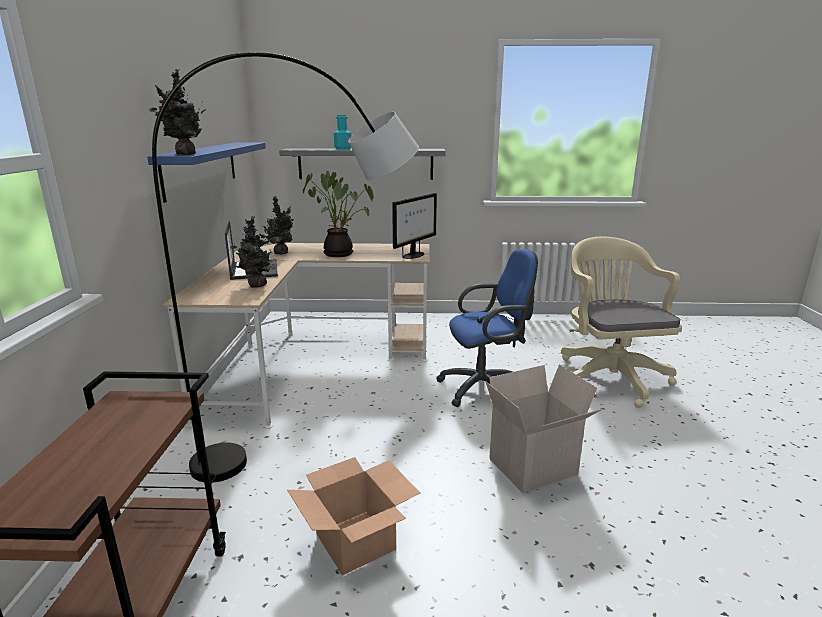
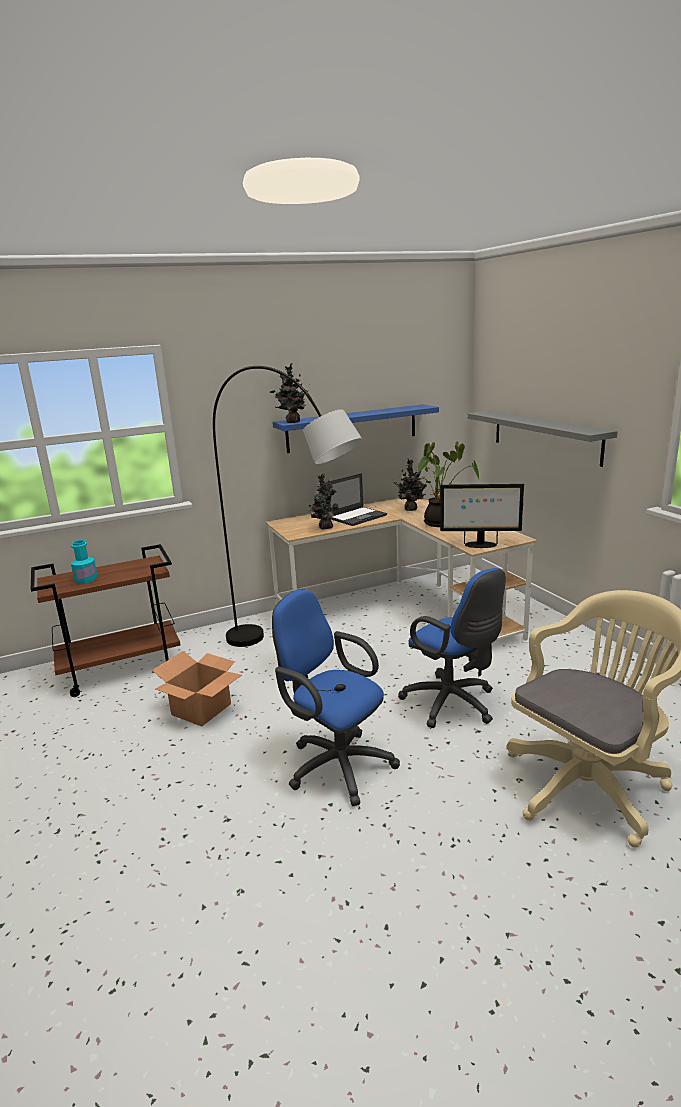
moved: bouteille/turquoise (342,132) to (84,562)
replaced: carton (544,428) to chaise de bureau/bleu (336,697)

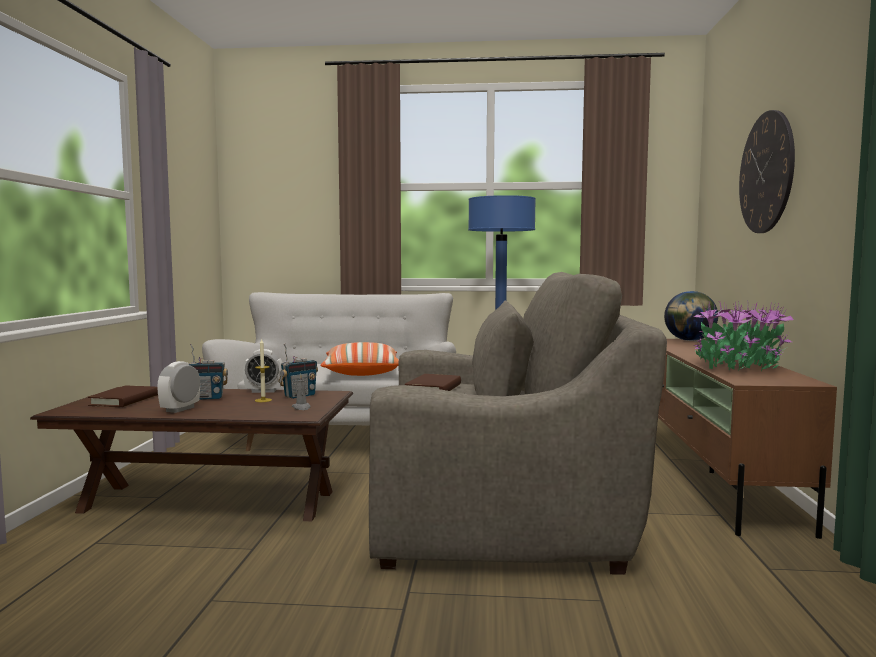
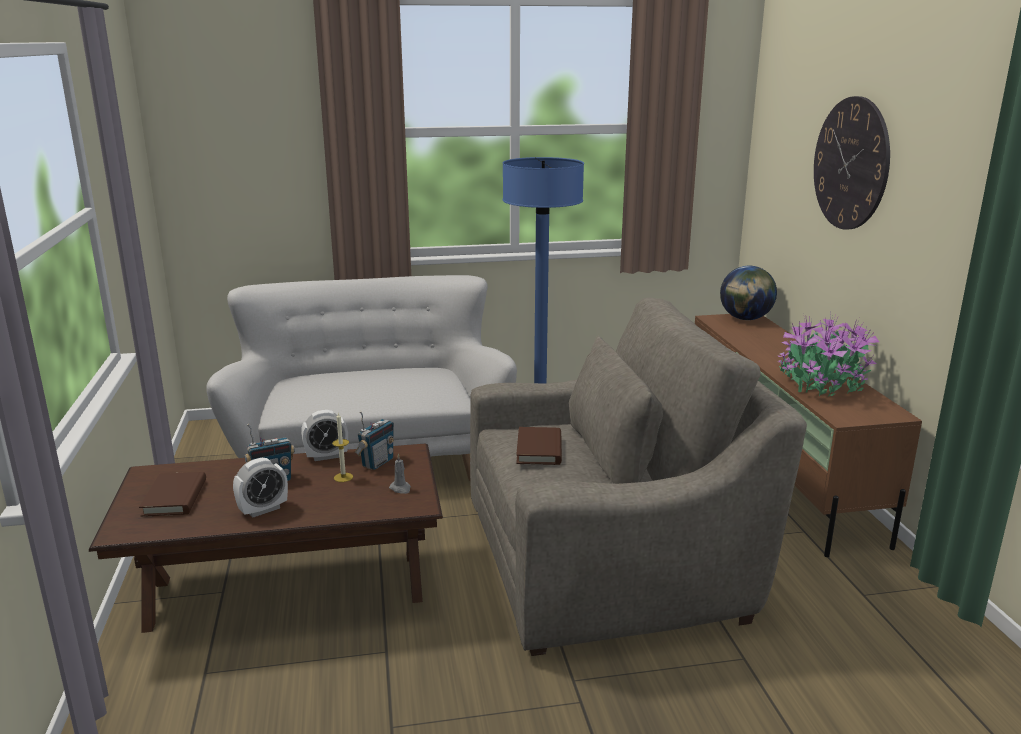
removed: coussin (360,359)
turned: réveil (178,387) = (260,488) 135 degrees counterclockwise

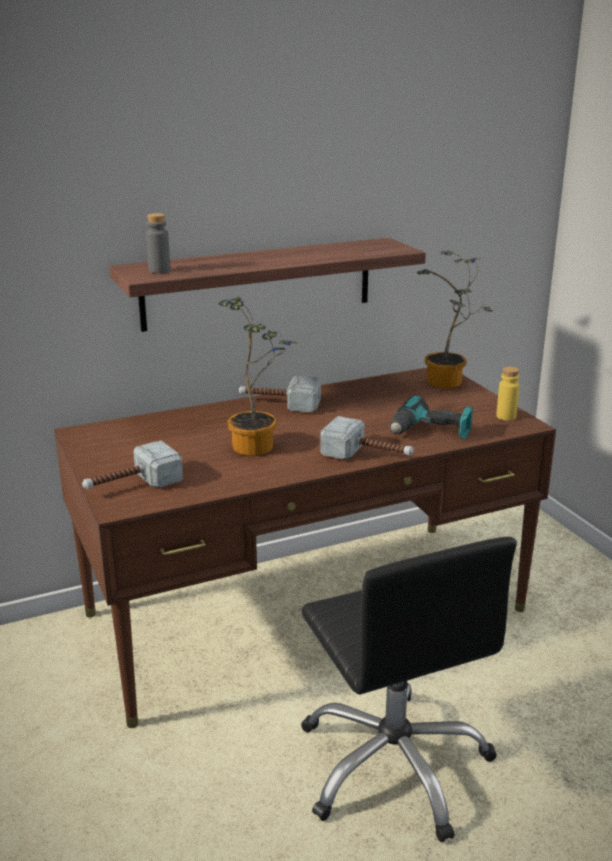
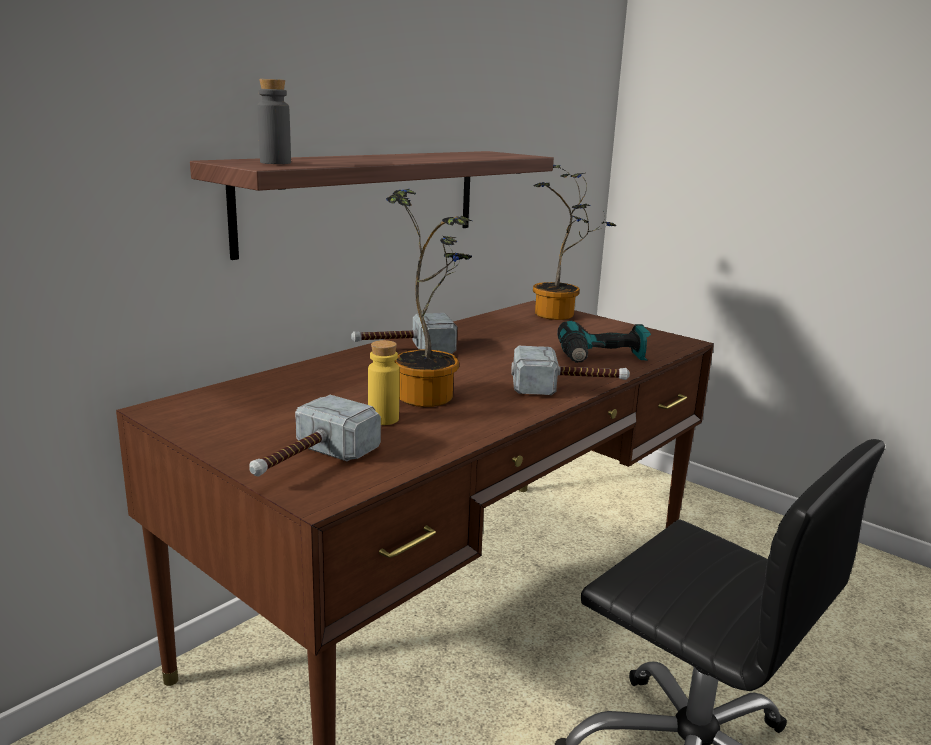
moved: bouteille/jaune (508,394) to (384,382)

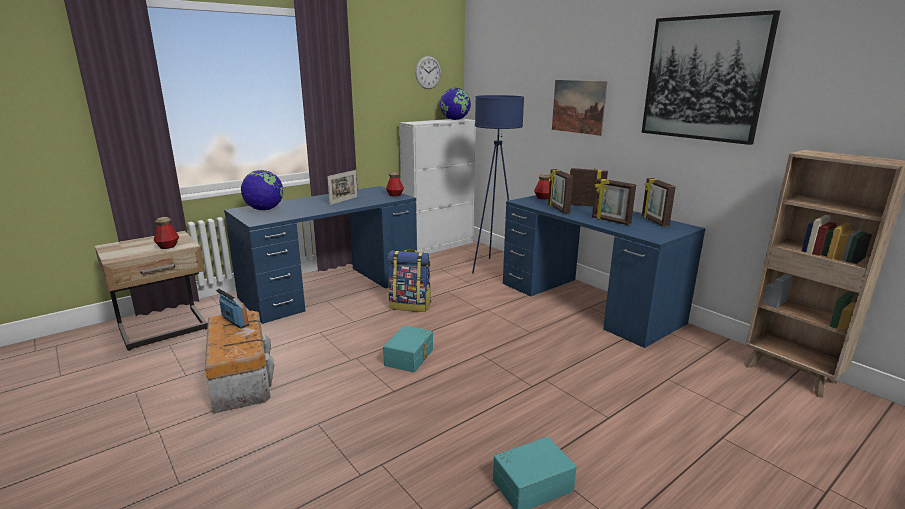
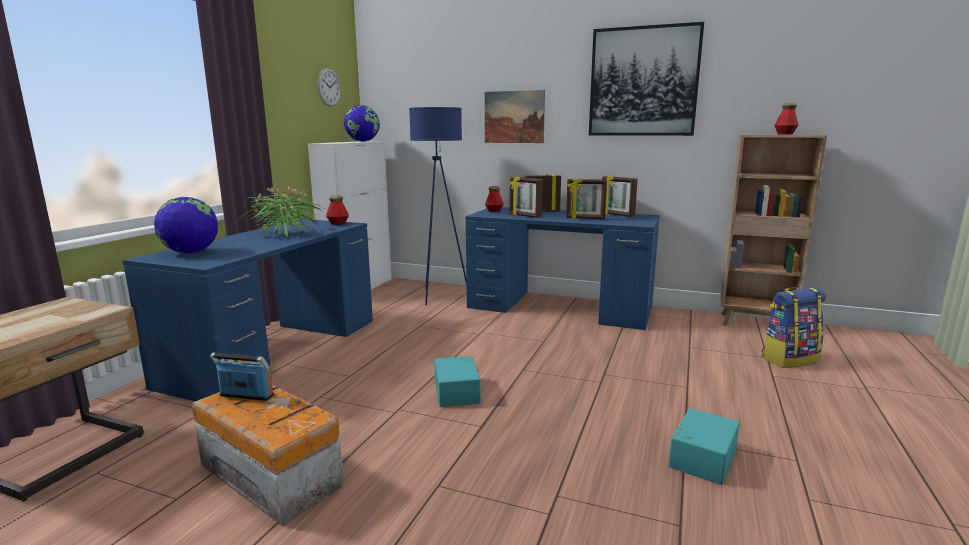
moved: bouteille (166,233) to (786,119); sac à dos (409,280) to (794,327)
replaced: cadre photo (342,187) to plante en pot (280,212)

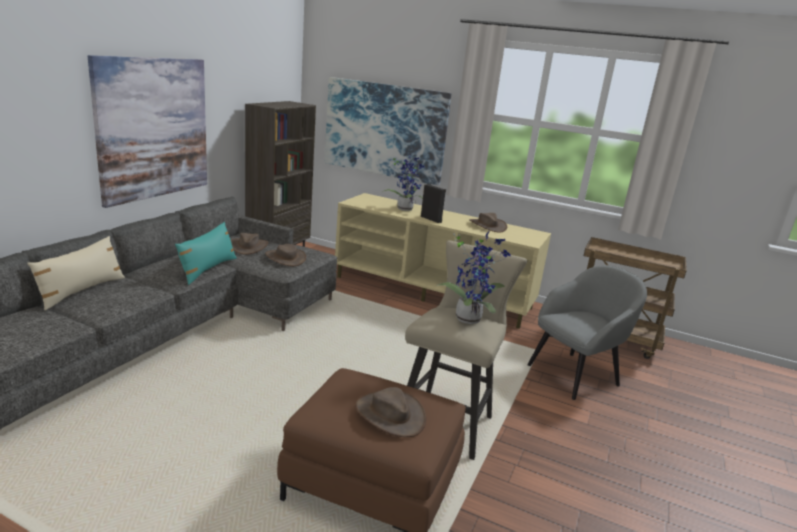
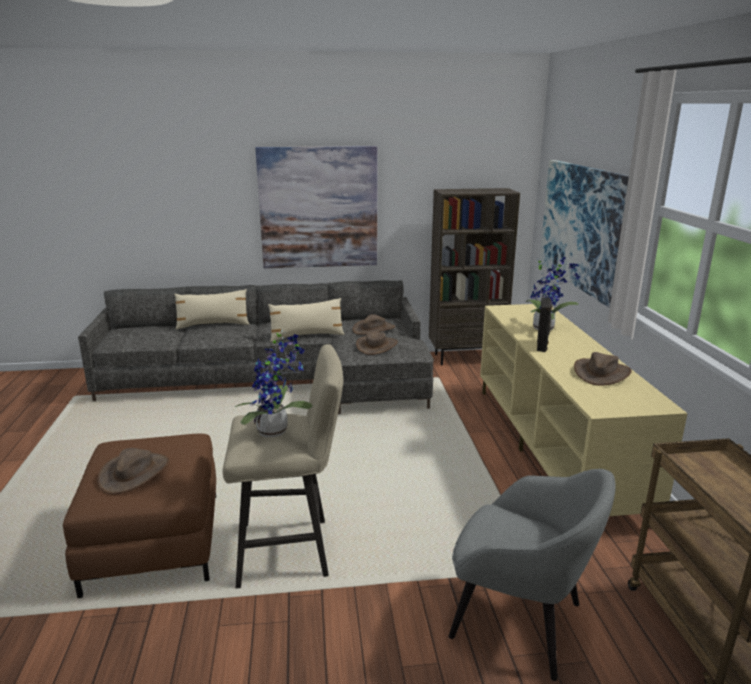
recoloured: coussin/turquoise (206,253) to coussin/beige (306,320)

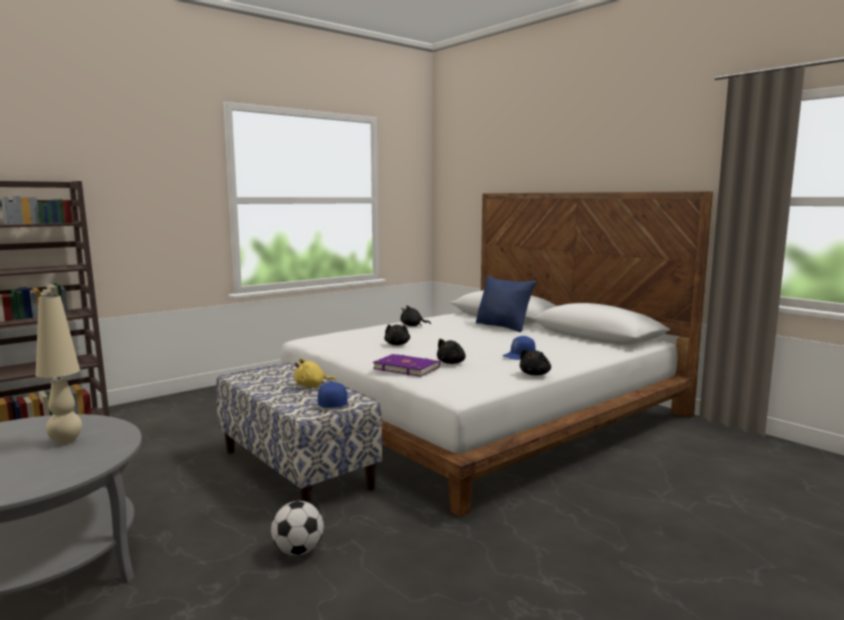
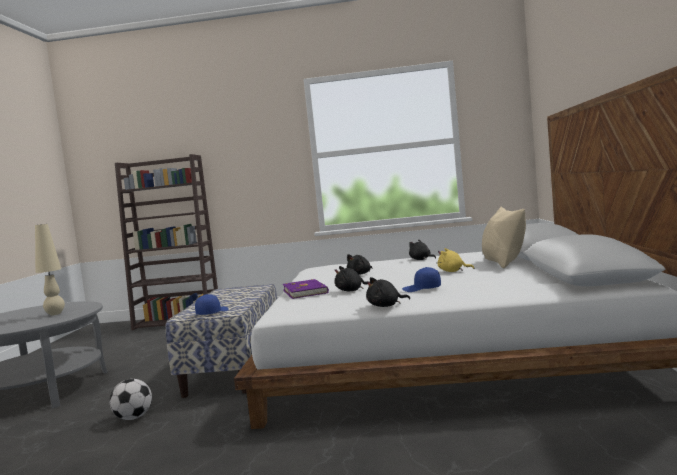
moved: peluche/jaune (315,372) to (456,260)
recoloured: coussin/bleu (506,303) to coussin/beige (504,237)

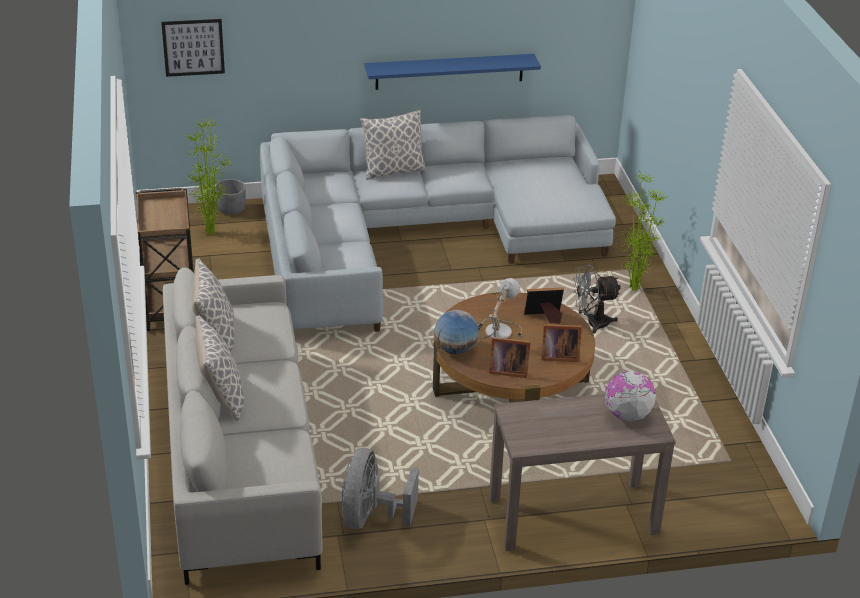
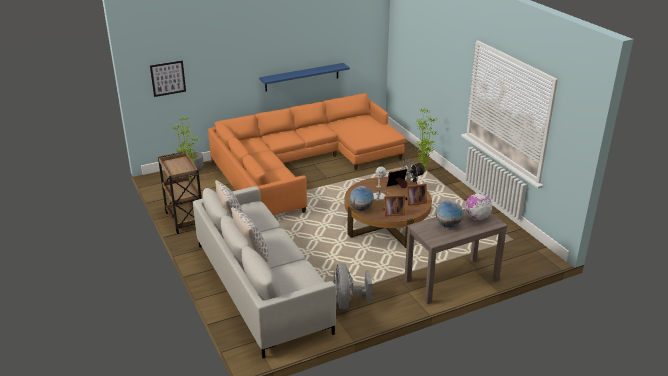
removed: coussin (393,145)
added: globe (449,214)
recoloured: canapé/gris (438,223) to canapé/orange (306,154)

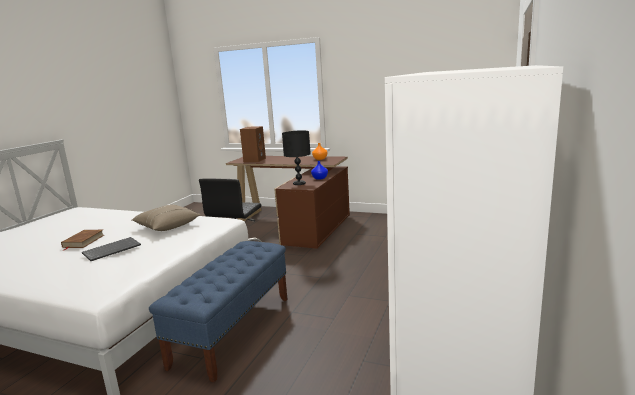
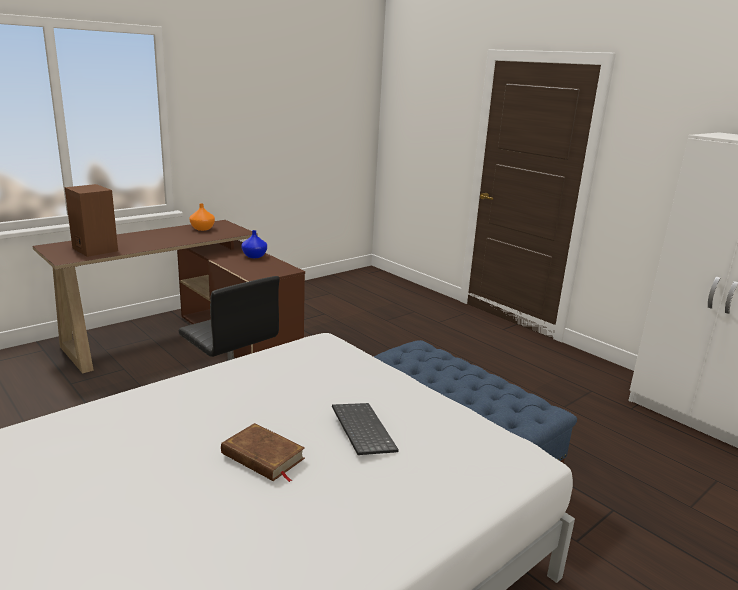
removed: coussin/beige (166,217); lampe de table/noir (296,157)

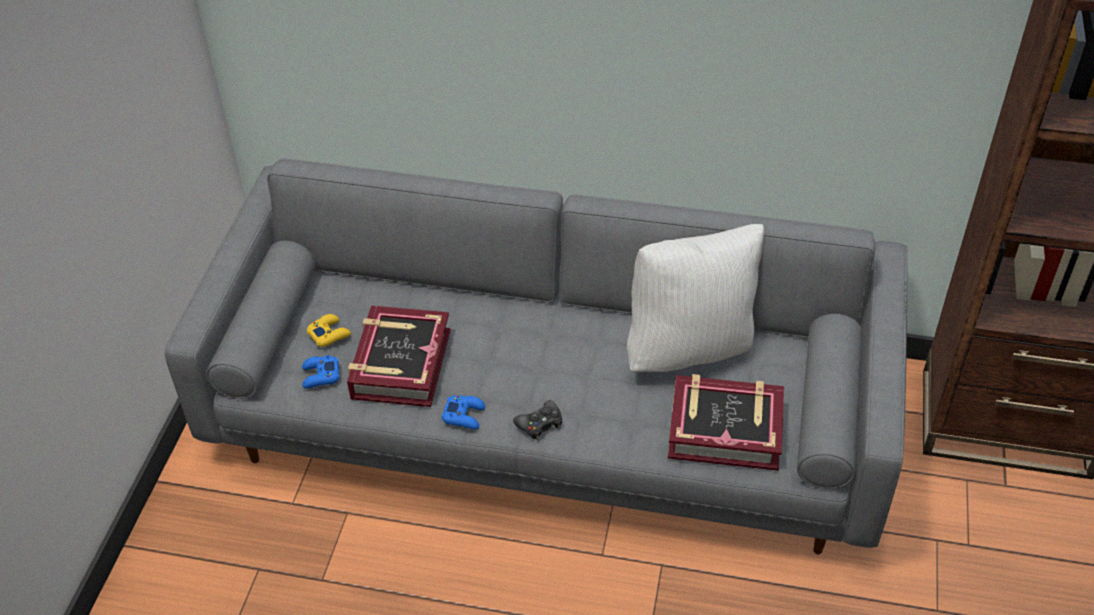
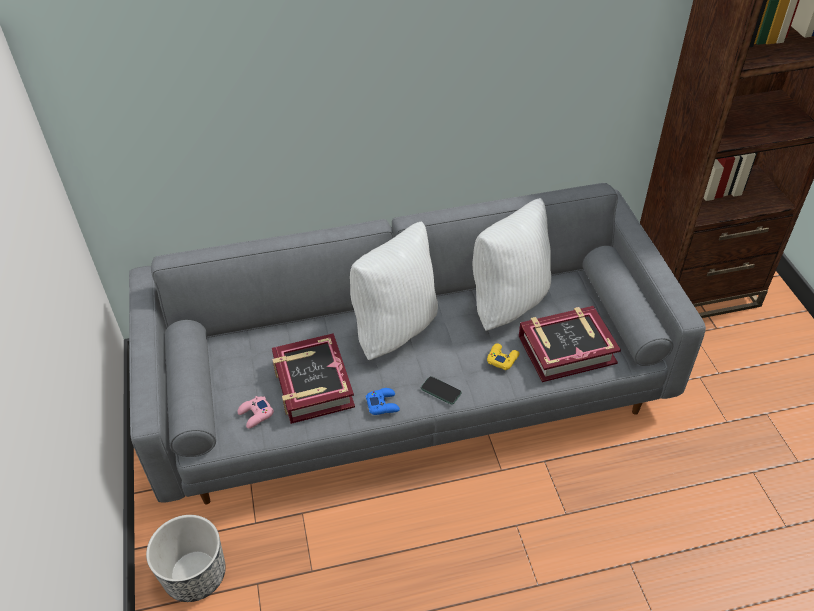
added: cache-pot (186,558); coussin/blanc (394,290)
moved: manette/jaune (328,330) to (503,356)
replaced: manette/noir (537,420) to téléphone (441,390)
recoloured: manette/bleu (321,371) to manette/rose (256,412)

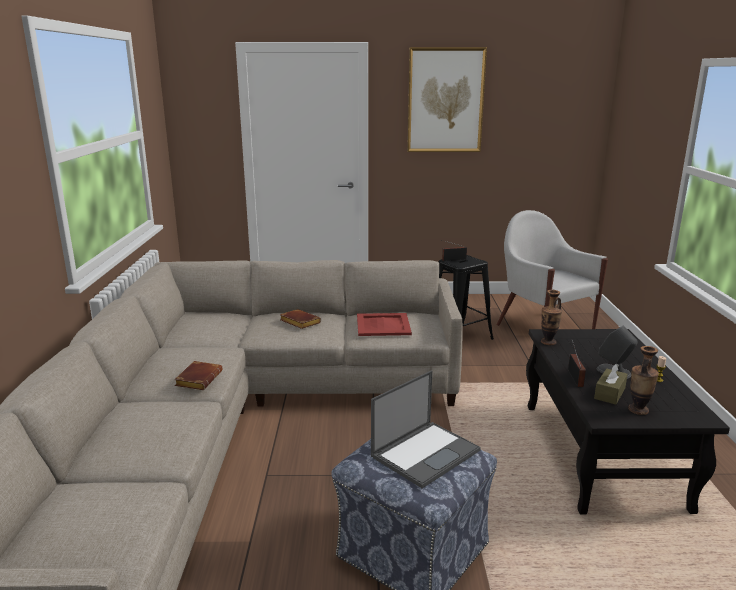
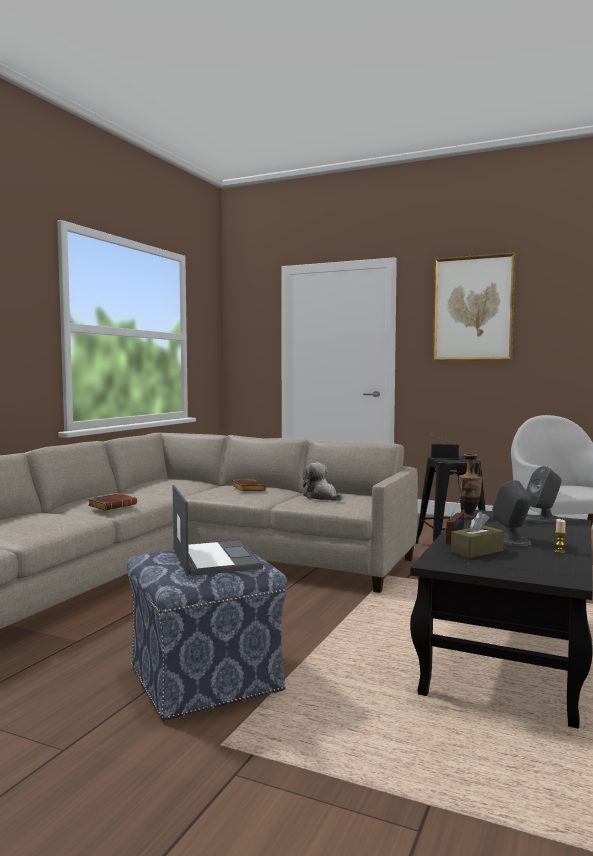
removed: vase (643,380)
added: enceinte/gris (544,494)
replaced: plateau/rouge (384,324) to peluche (322,481)
turned: ordinateur portable (426,429) = (218,530) 90 degrees counterclockwise

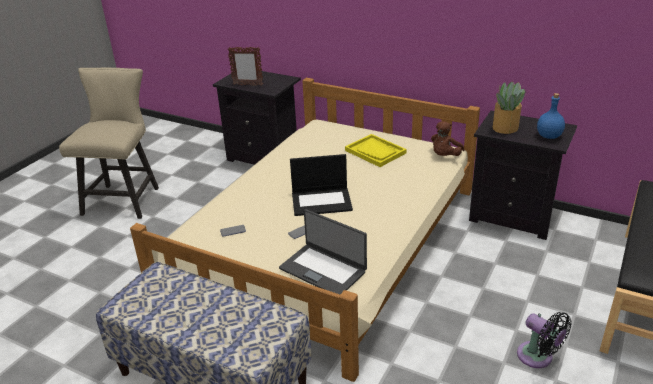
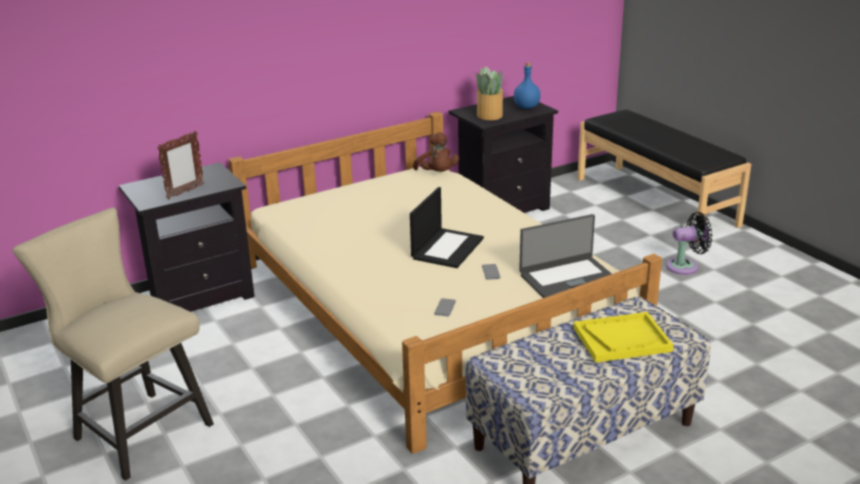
moved: plateau/jaune (376,150) to (623,337)

